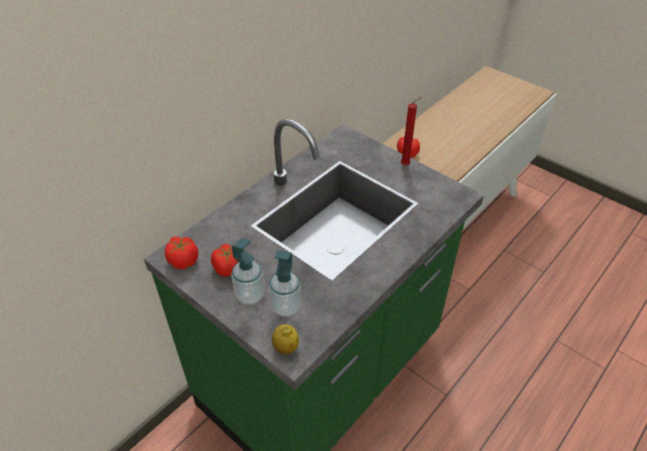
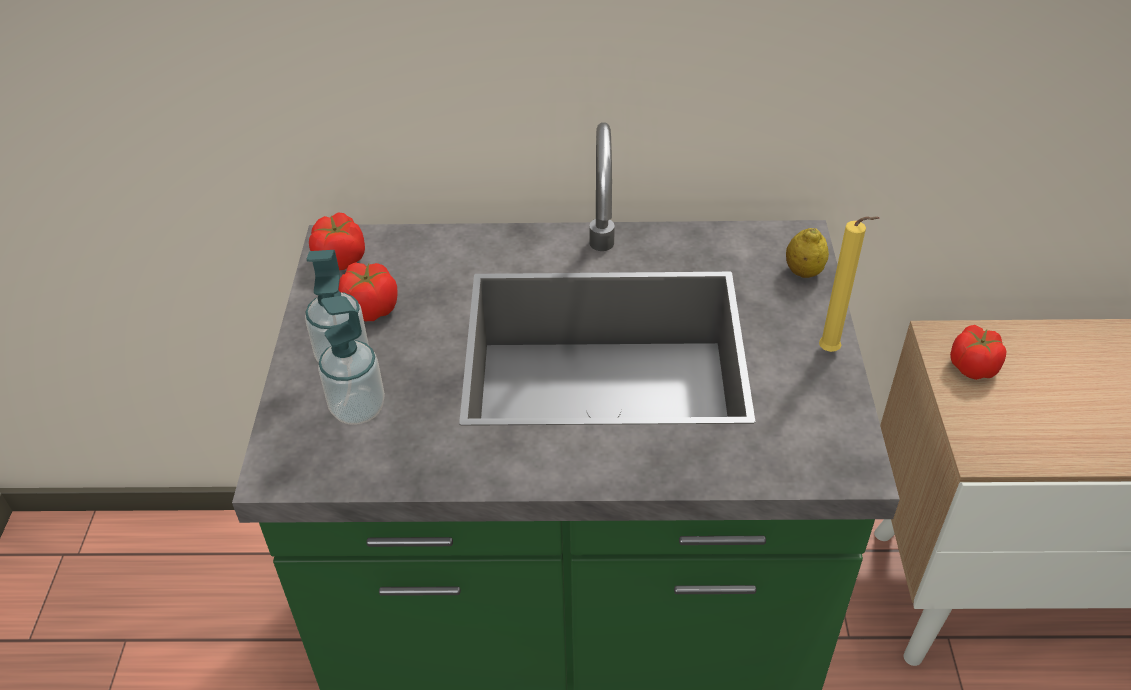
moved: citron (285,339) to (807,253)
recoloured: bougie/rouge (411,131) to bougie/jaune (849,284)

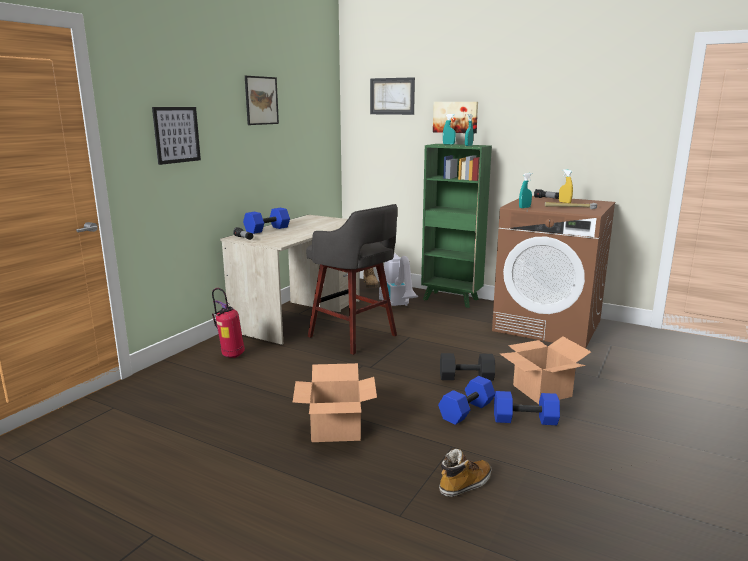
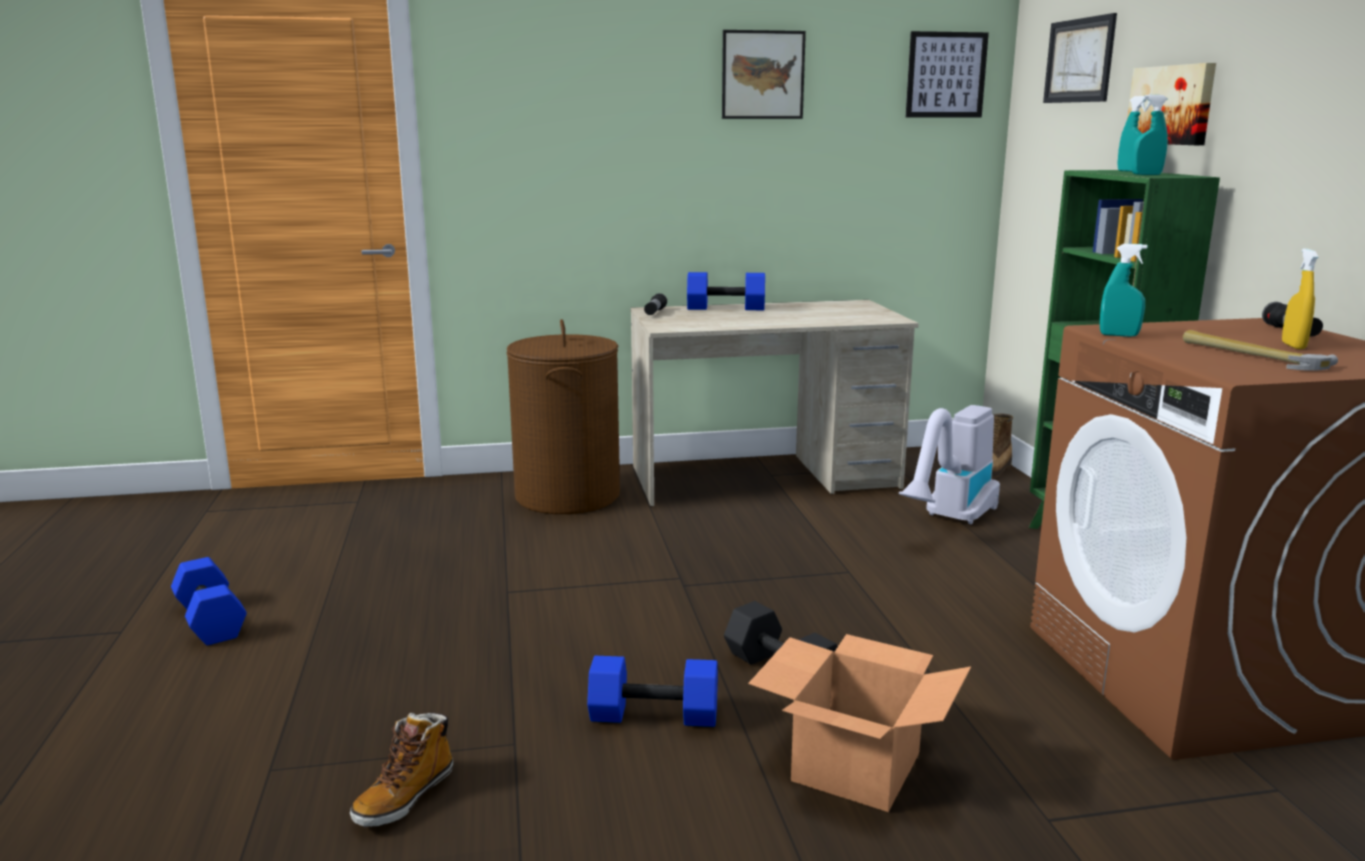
removed: carton (334,402); tabouret/gris (351,279)
moved: tableau (176,136) to (947,74); haltère/bleu (527,408) to (209,601)
replaced: extincteur (228,323) to panier à linge/marron (563,416)
turned: botte (465,473) = (402,769) 105 degrees clockwise

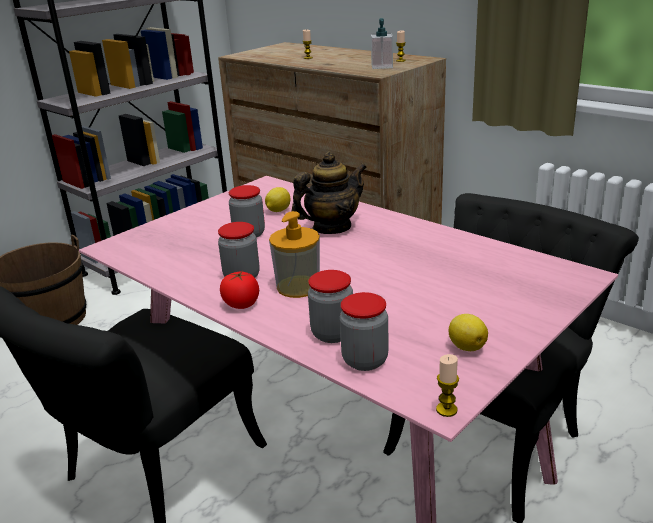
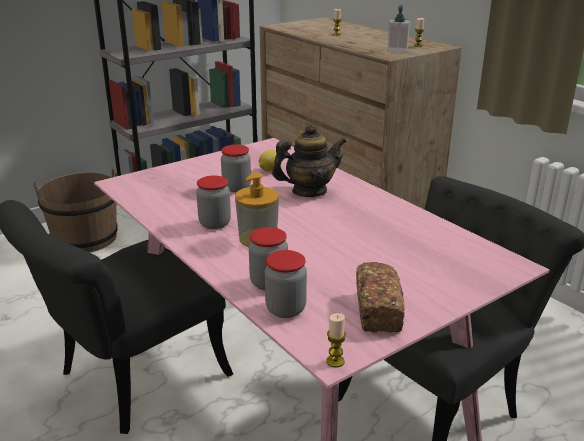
removed: tomate (239,290)
replaced: citron (468,332) to pain (380,297)

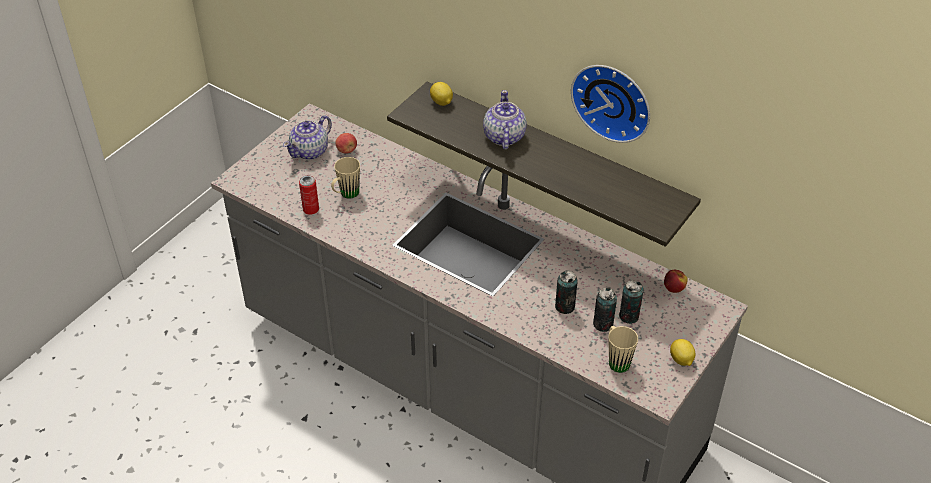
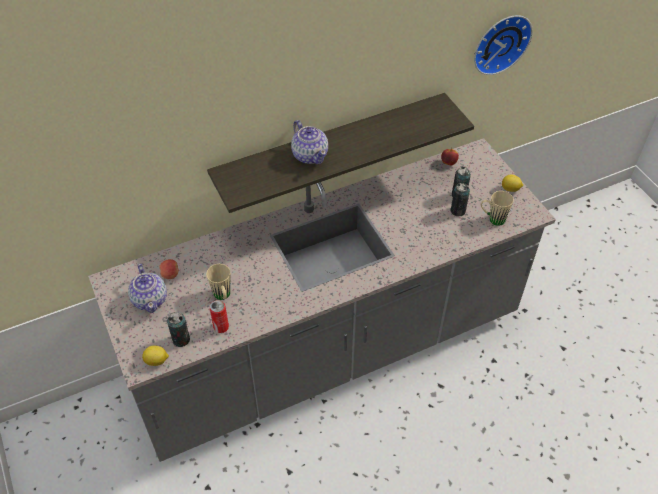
moved: citron (441,94) to (155,355); boîte métallique (566,292) to (178,329); horloge murale (610,104) to (503,45)
turned: théière (505,119) = (309,142) 150 degrees counterclockwise

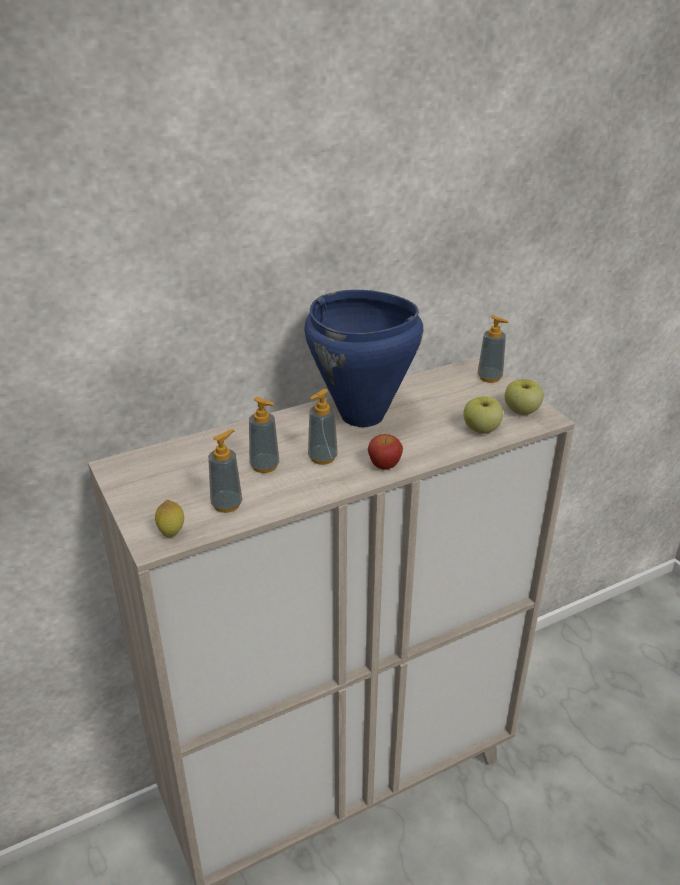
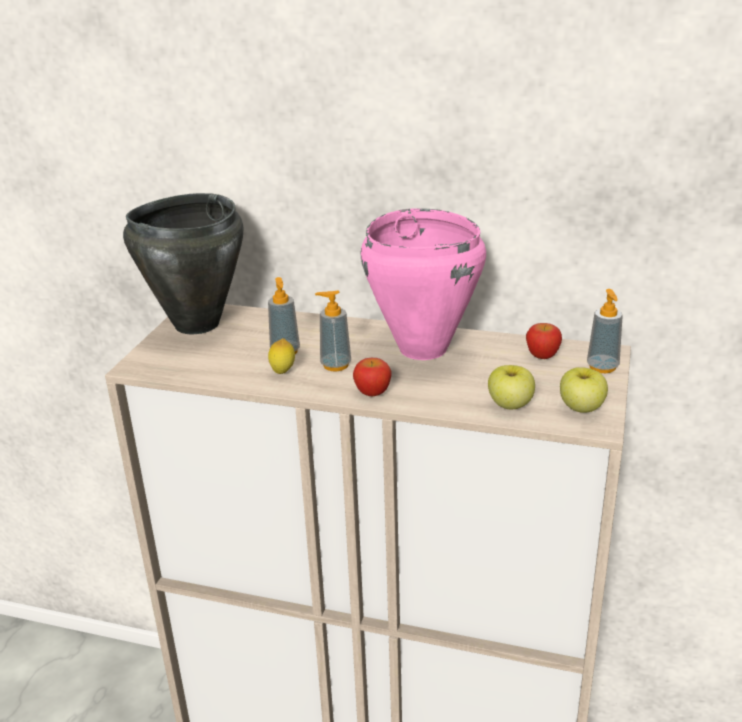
removed: distributeur de savon (225,471)
added: marmite/noir (183,263); pomme (544,341)
moved: citron (169,518) to (281,356)
recoloured: marmite/bleu (364,358) to marmite/rose (423,284)

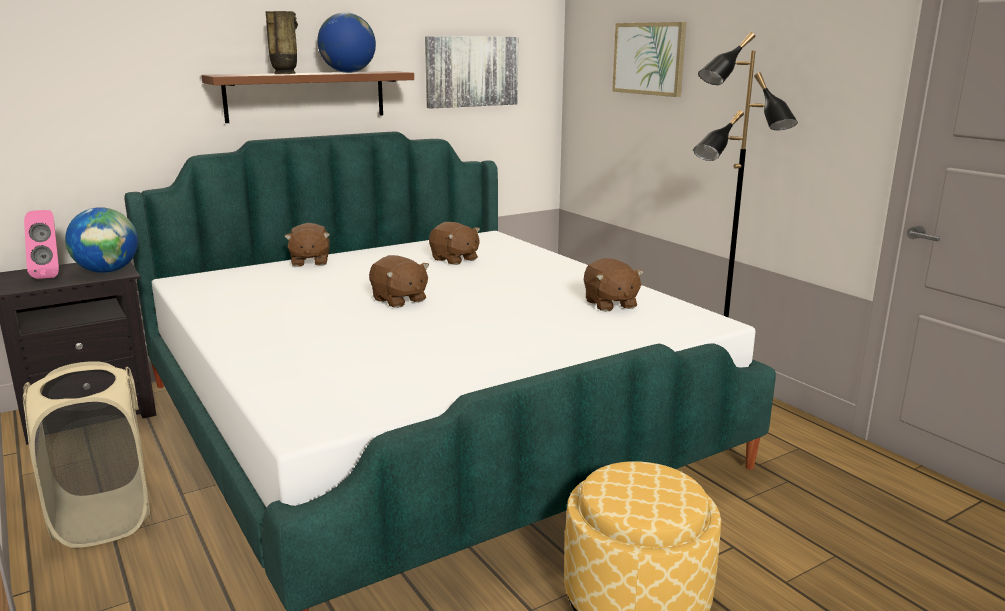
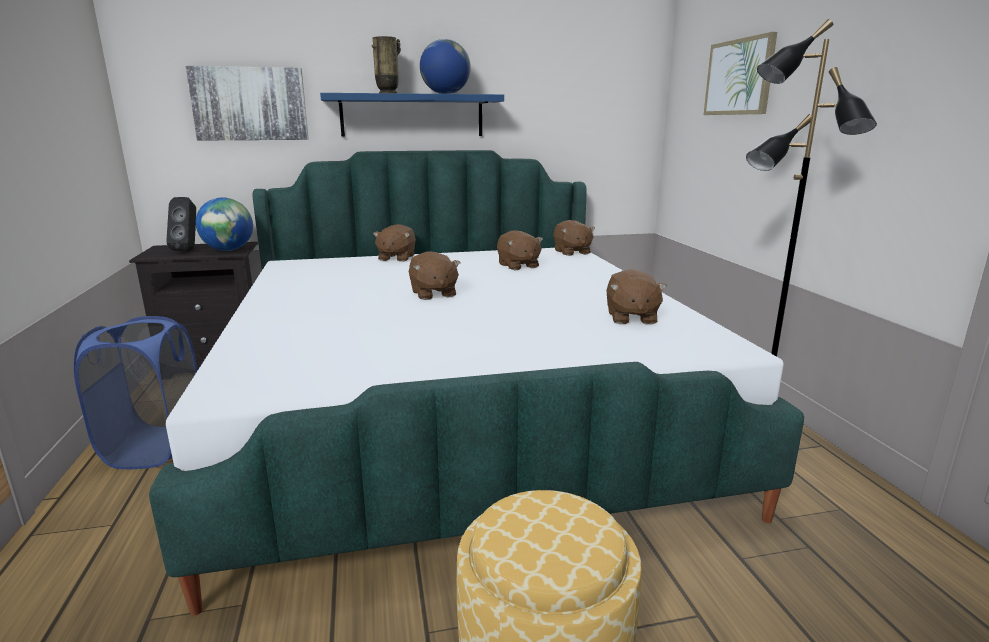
added: peluche/marron (574,238)
moved: tableau (471,72) to (247,103)
recoloured: panier à linge/beige (87,454) to panier à linge/bleu (136,392); enceinte/rose (41,244) to enceinte/noir (181,224); étagère/marron (307,97) to étagère/bleu (412,115)

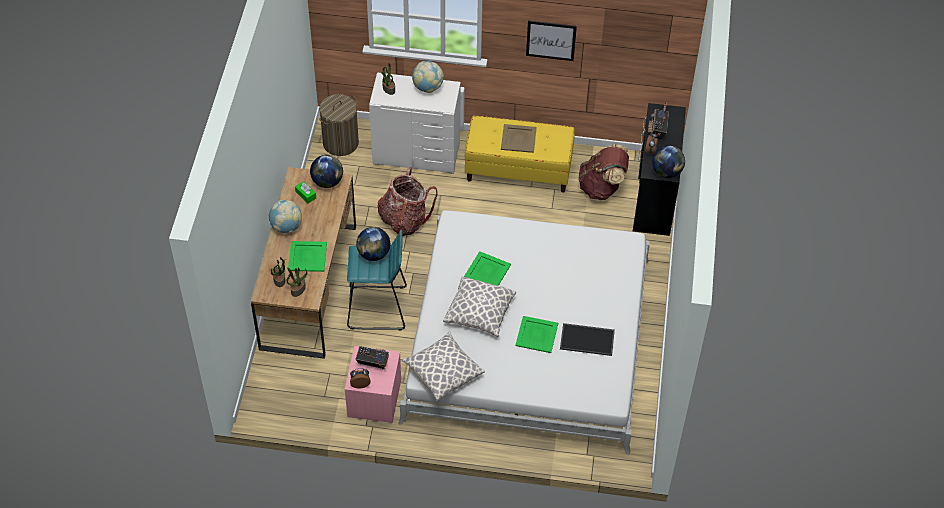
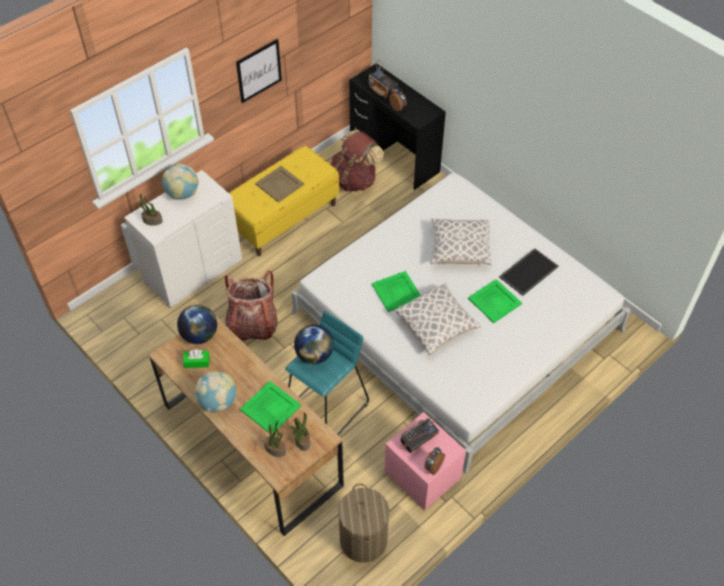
removed: globe (668,161)
moved: panier à linge (339,125) to (363,523); coussin (443,366) to (461,242)

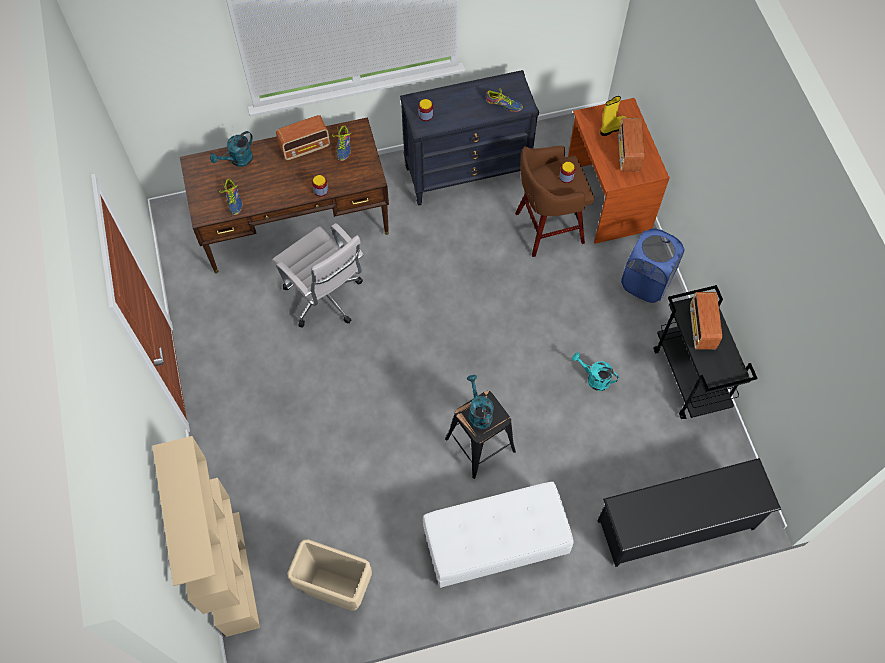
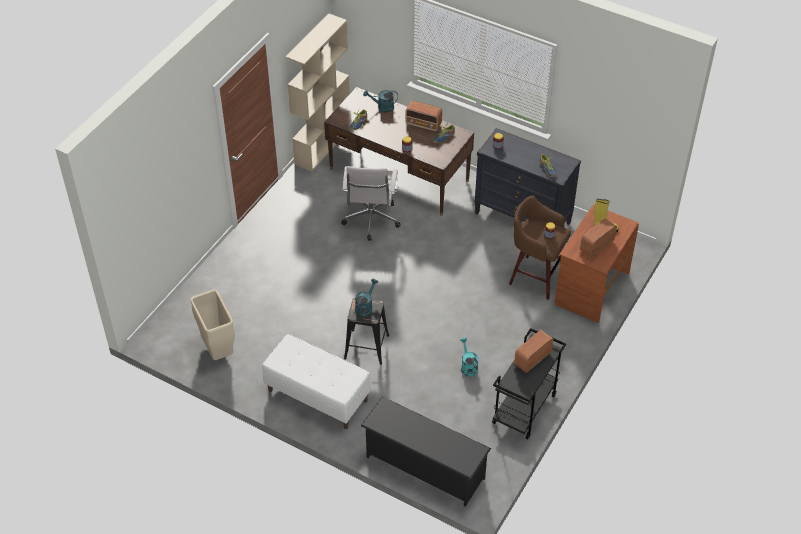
removed: panier à linge/bleu (653,265)
moved: bibliothèque/beige (206,536) to (317,92)

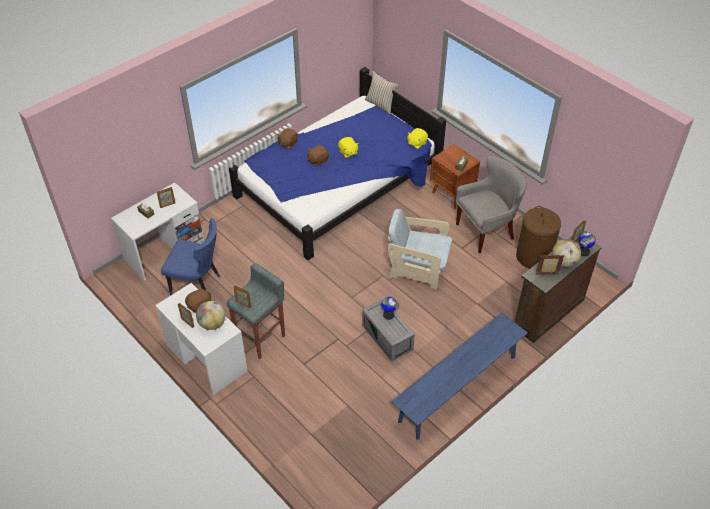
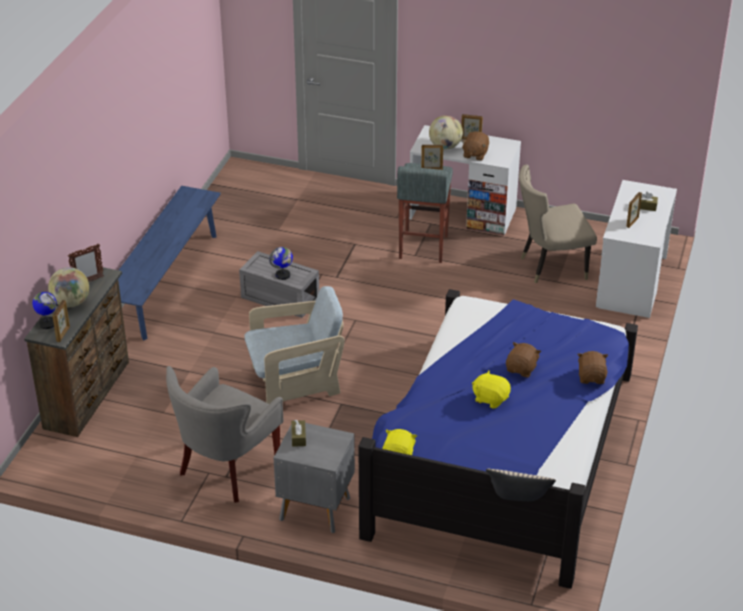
removed: panier à linge/marron (538,237)
recoloured: chaise/bleu (190,257) to chaise/beige (558,224); table de chevet/marron (455,176) to table de chevet/gris (314,476)

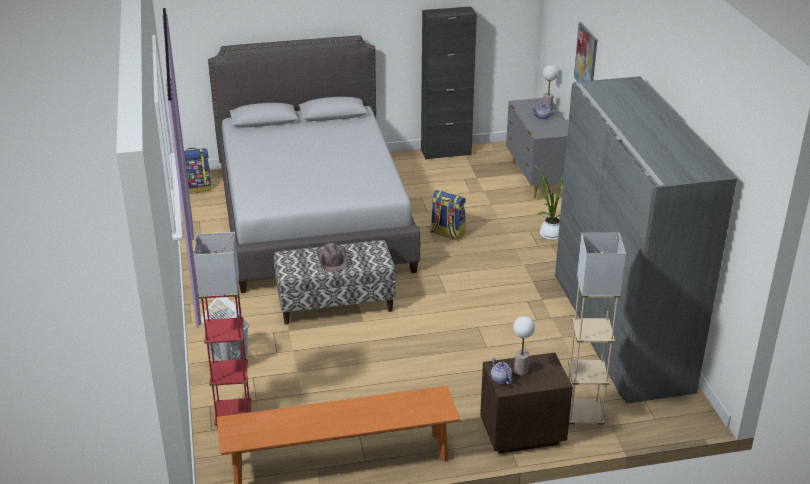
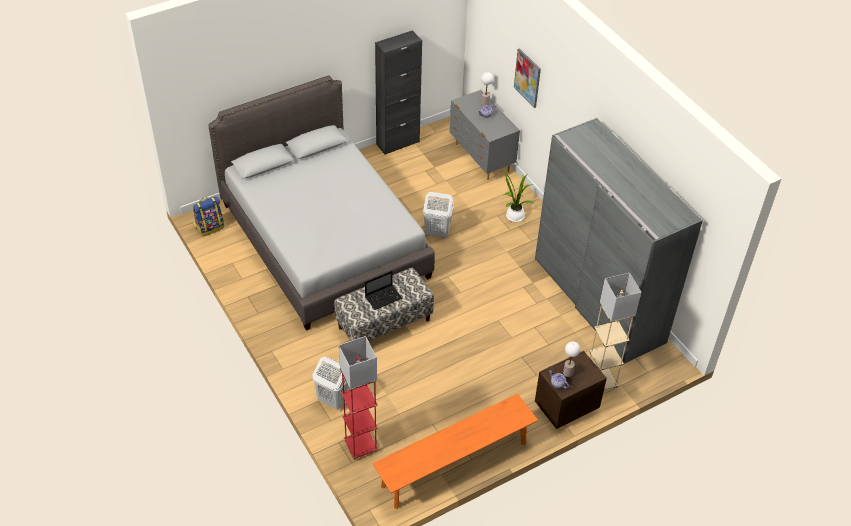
replaced: chapeau/marron (332,257) to ordinateur portable (383,290); sac à dos (448,215) to panier à linge/blanc (438,215)

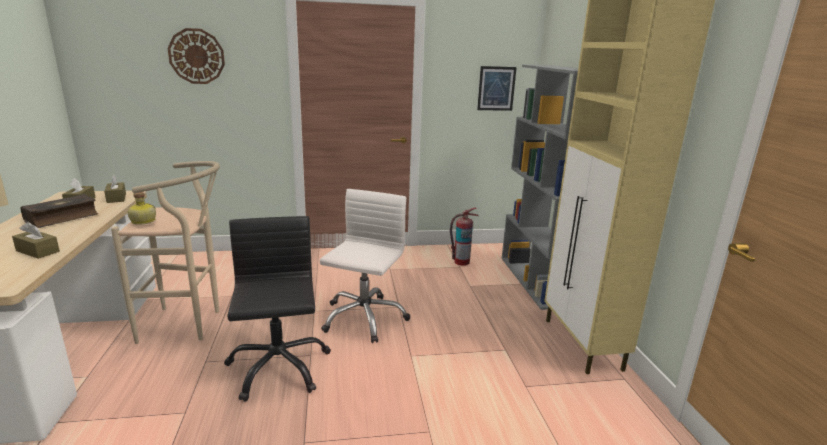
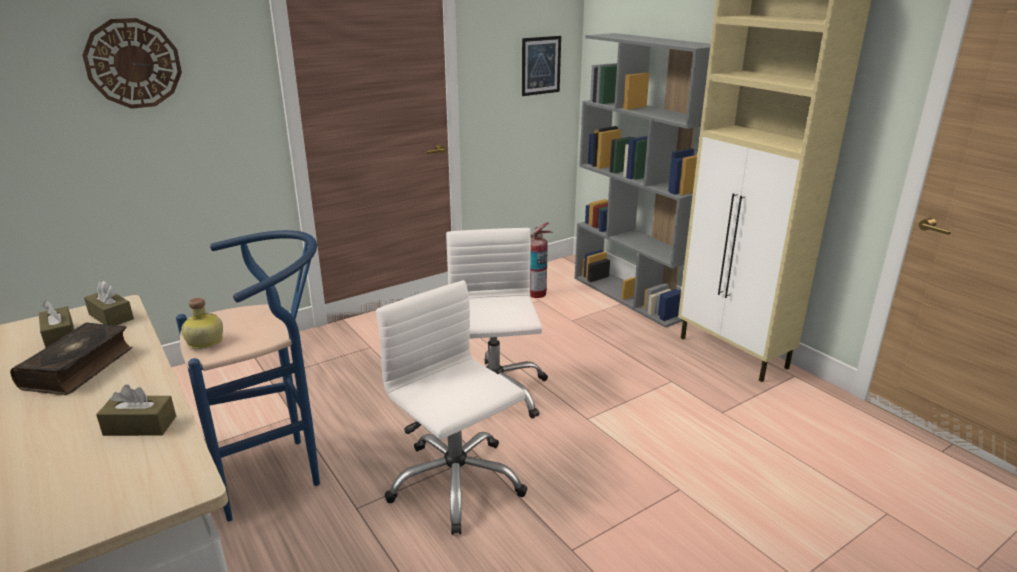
recoloured: tabouret/beige (165,252) to tabouret/bleu (248,375); chaise de bureau/noir (277,309) to chaise de bureau/blanc (452,407)

